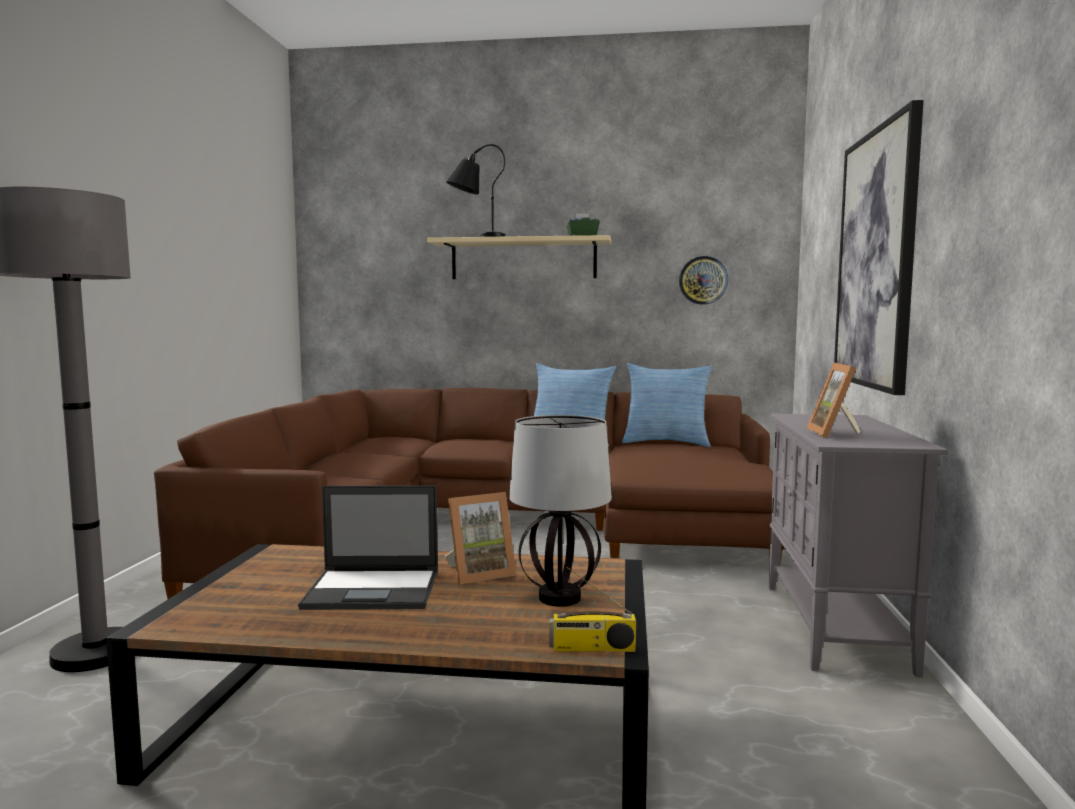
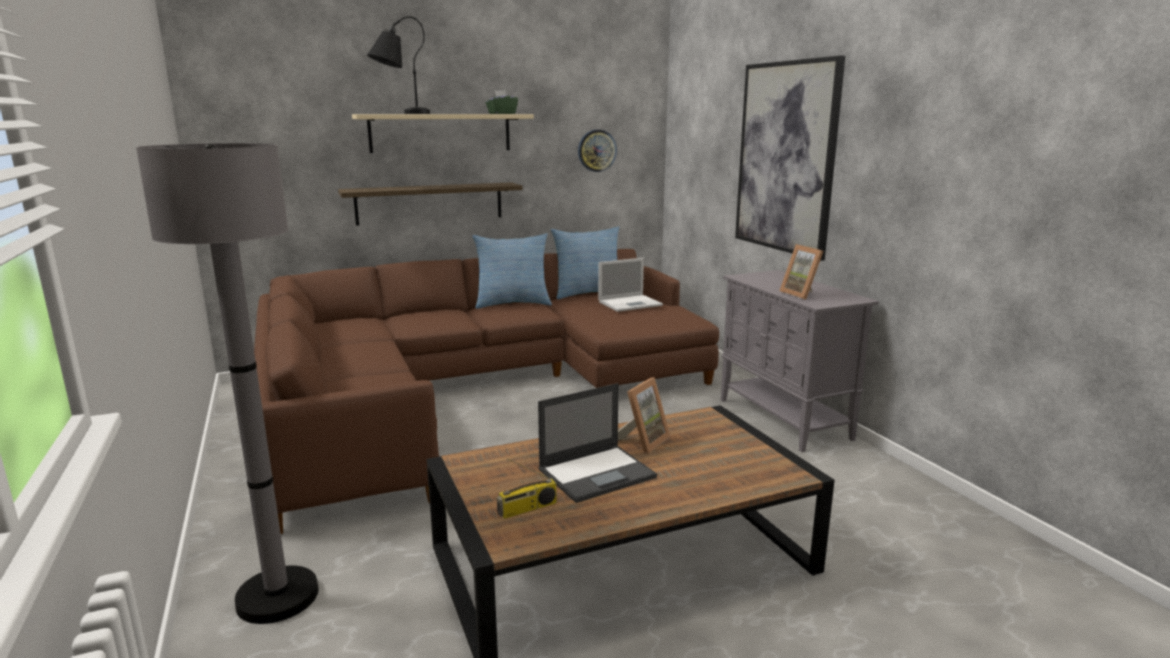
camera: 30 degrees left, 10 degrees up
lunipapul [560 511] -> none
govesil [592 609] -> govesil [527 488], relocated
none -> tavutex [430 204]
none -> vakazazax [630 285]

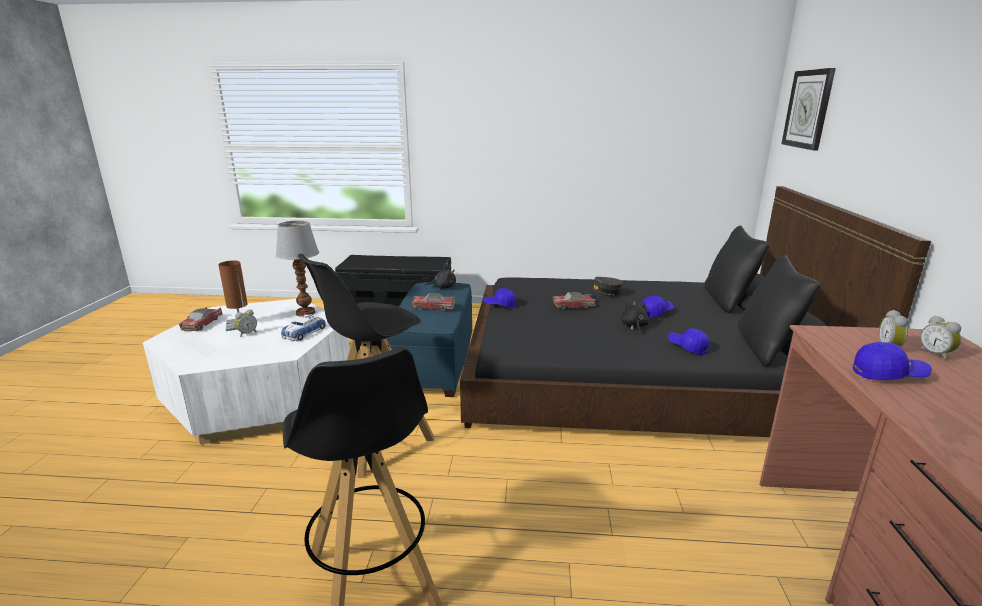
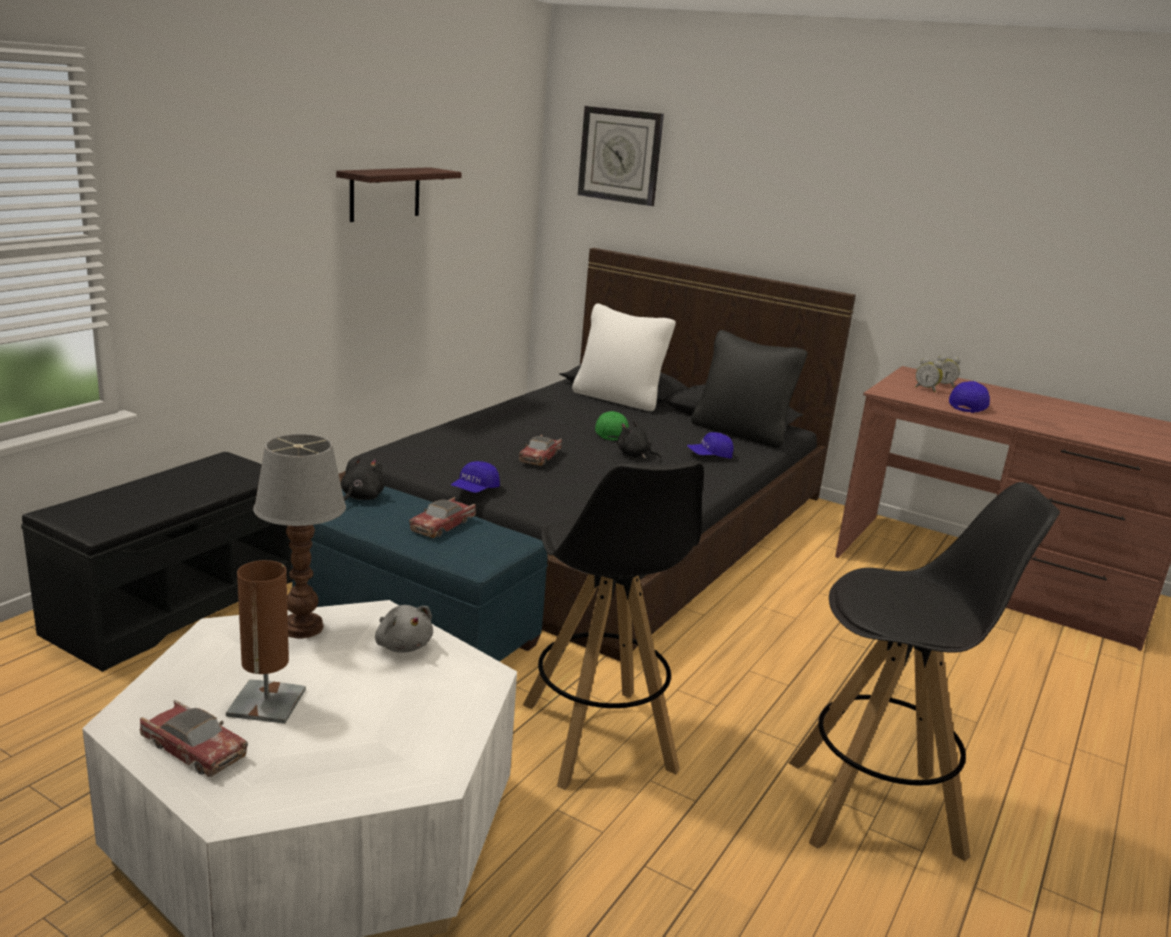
camera: 65 degrees left, 0 degrees up
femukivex [246 323] -> none
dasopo [304 327] -> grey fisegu [404 629]
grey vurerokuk [604 287] -> none
blue vurerokuk [657 306] -> green vurerokuk [612 426]
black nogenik [737 269] -> white nogenik [624 357]
none -> tavutex [399 194]

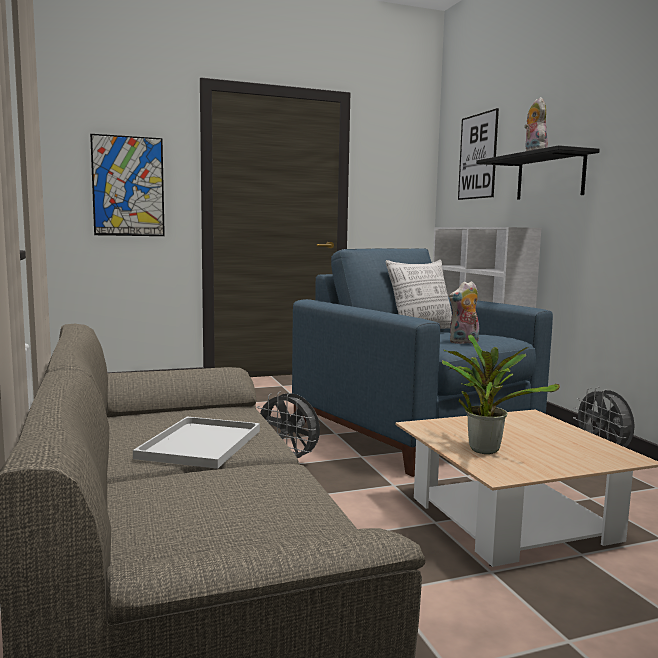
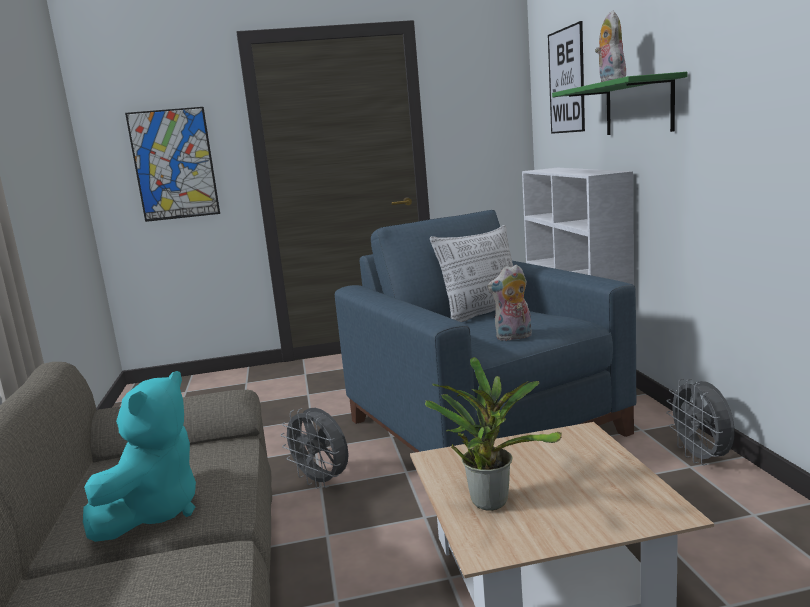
camera: 10 degrees right, 5 degrees up
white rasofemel [196 443] -> turquoise fisegu [139 456]
black tavutex [538 172] -> green tavutex [619 103]

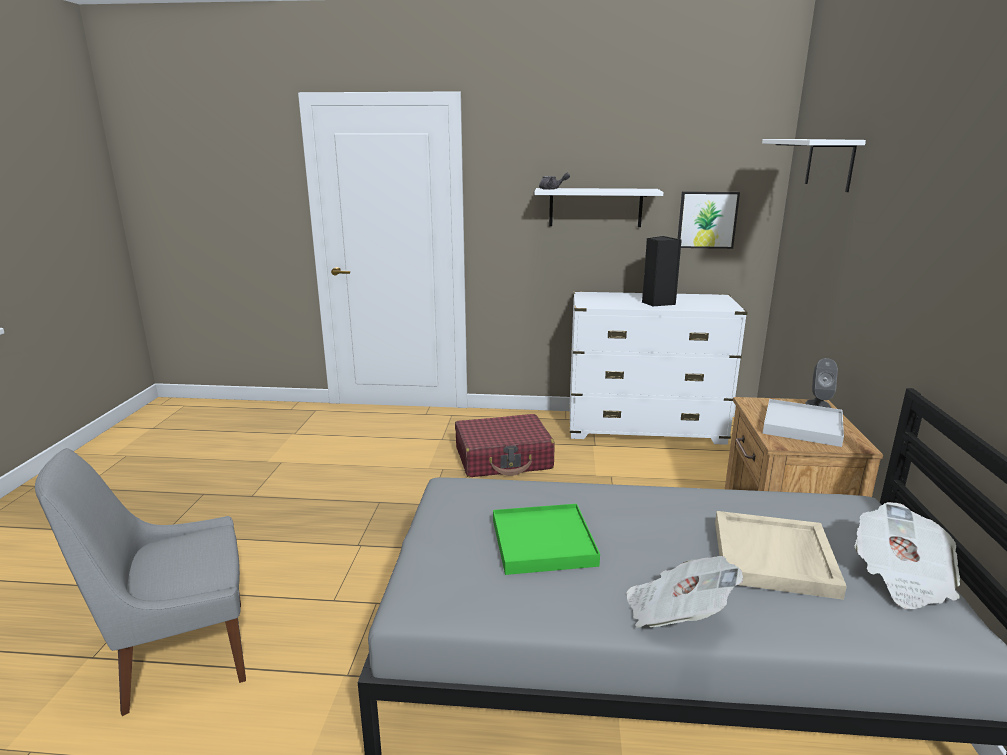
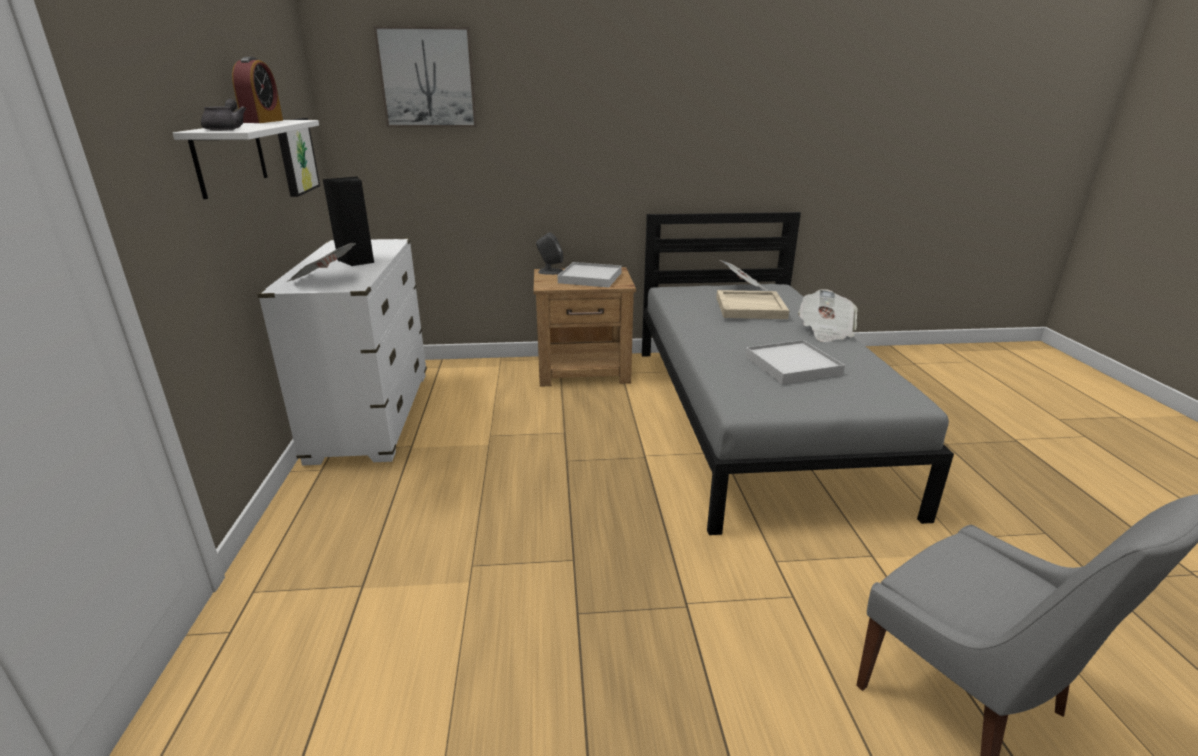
camera: 100 degrees left, 5 degrees up
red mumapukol [505 445] -> none
green rasofemel [546 539] -> white rasofemel [795 362]
white tavutex [814 165] -> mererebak [425 76]
none -> femukivex [257 90]
none -> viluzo [321 262]

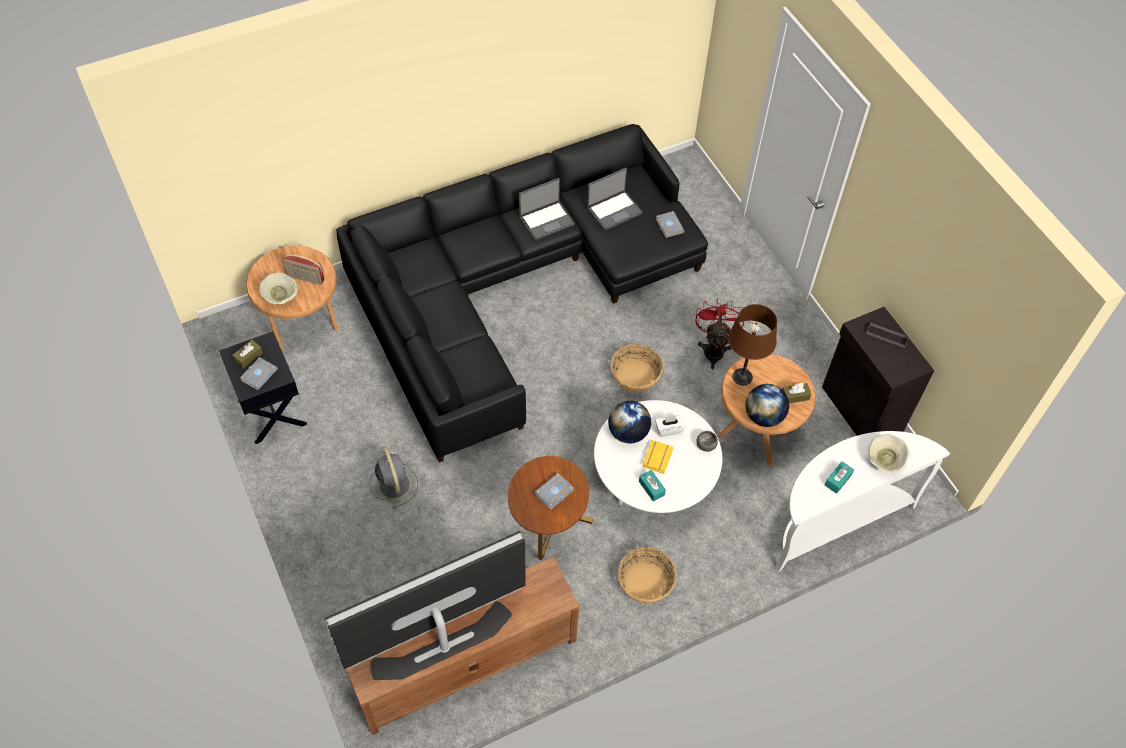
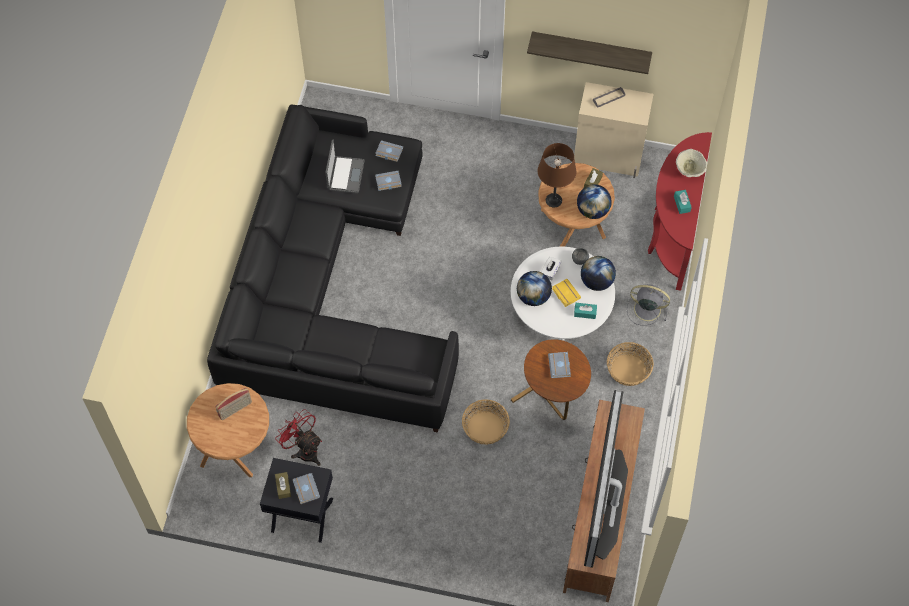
camera: 50 degrees left, 5 degrees up
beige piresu [278 288] -> none
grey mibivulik [393 477] -> grey mibivulik [648 305], relocated
vakazazax [547 209] -> none
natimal [636 368] -> natimal [486 422], relocated
red mibivulik [719 333] -> red mibivulik [298 437], relocated
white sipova [862 501] -> red sipova [680 211]
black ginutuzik [878 371] -> beige ginutuzik [613 130]
none -> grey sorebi [388 181]
none -> tavutex [589 53]
none -> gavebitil [598 273]

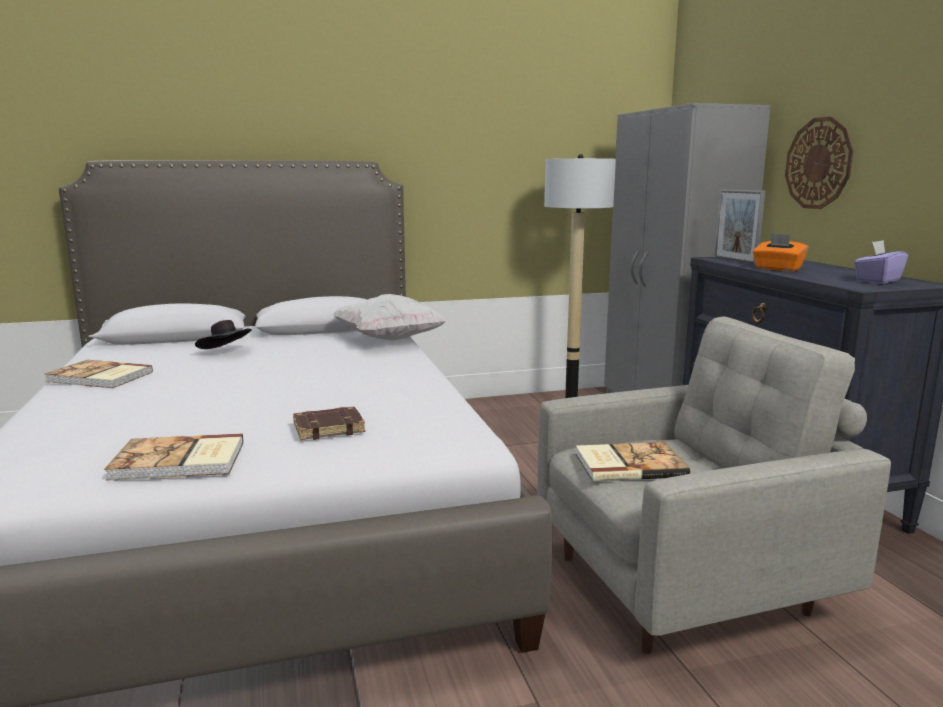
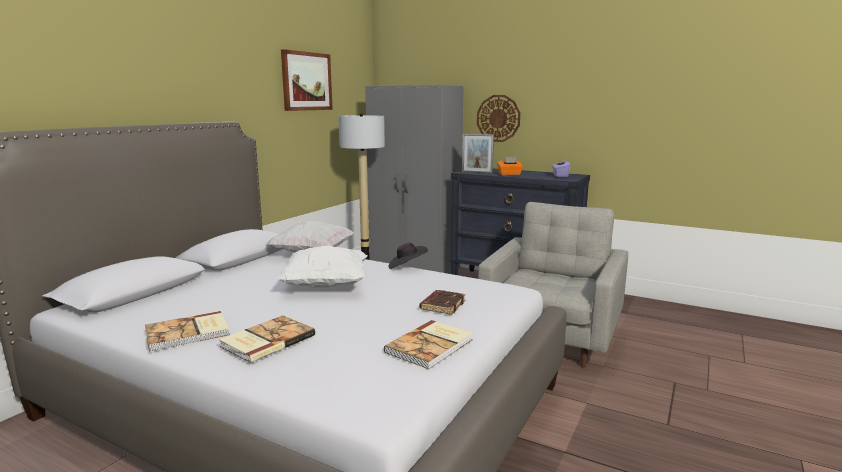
camera: 45 degrees left, 0 degrees up
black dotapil [223 334] -> black dotapil [408 256], relocated
sorebi [632 462] -> sorebi [267 339], relocated
none -> white nogenik [322 267]
none -> mererebak [307 80]

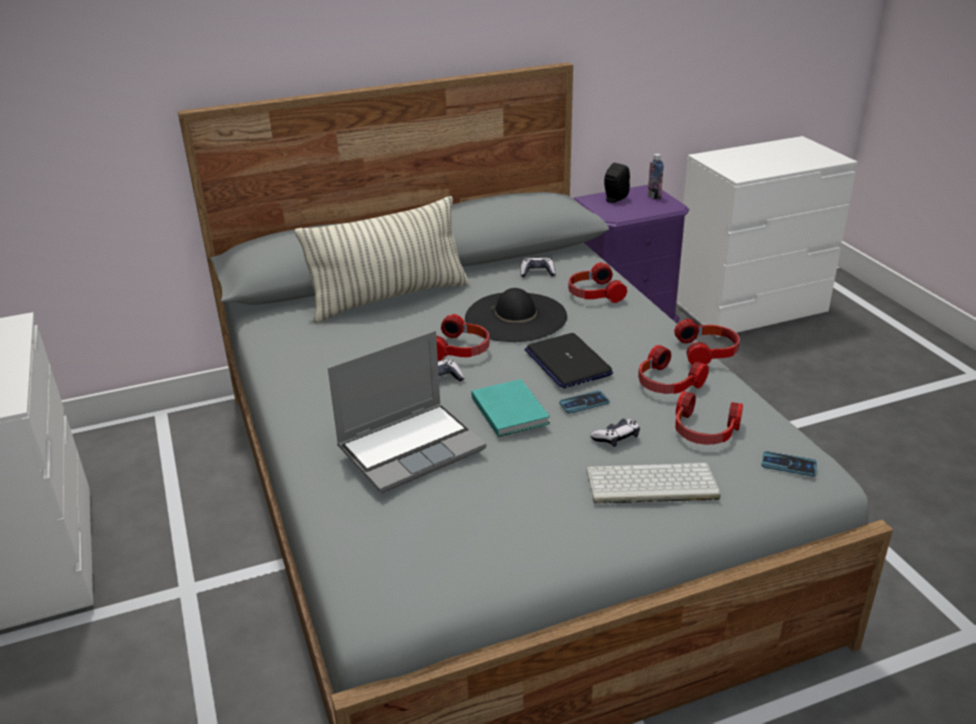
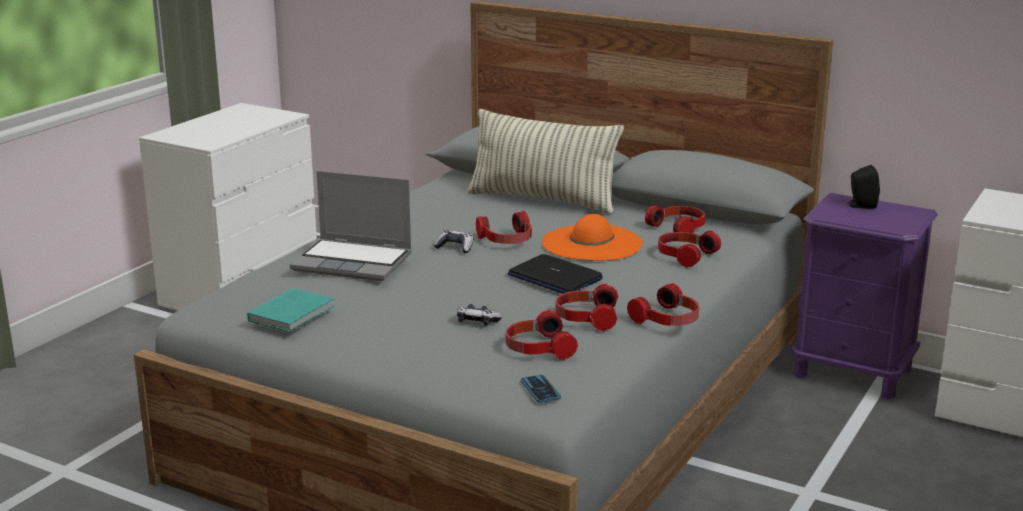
camera: 50 degrees right, 10 degrees down
black dotapil [516 315] -> orange dotapil [592 237]
turquoise sorebi [511 408] -> turquoise sorebi [291 310], relocated
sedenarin [537 267] -> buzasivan [675 219]
vakazazax [568 361] -> vakazazax [555 274], 75 degrees counterclockwise
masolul [584 401] -> none
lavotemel [653 483] -> none
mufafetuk [656 177] -> none

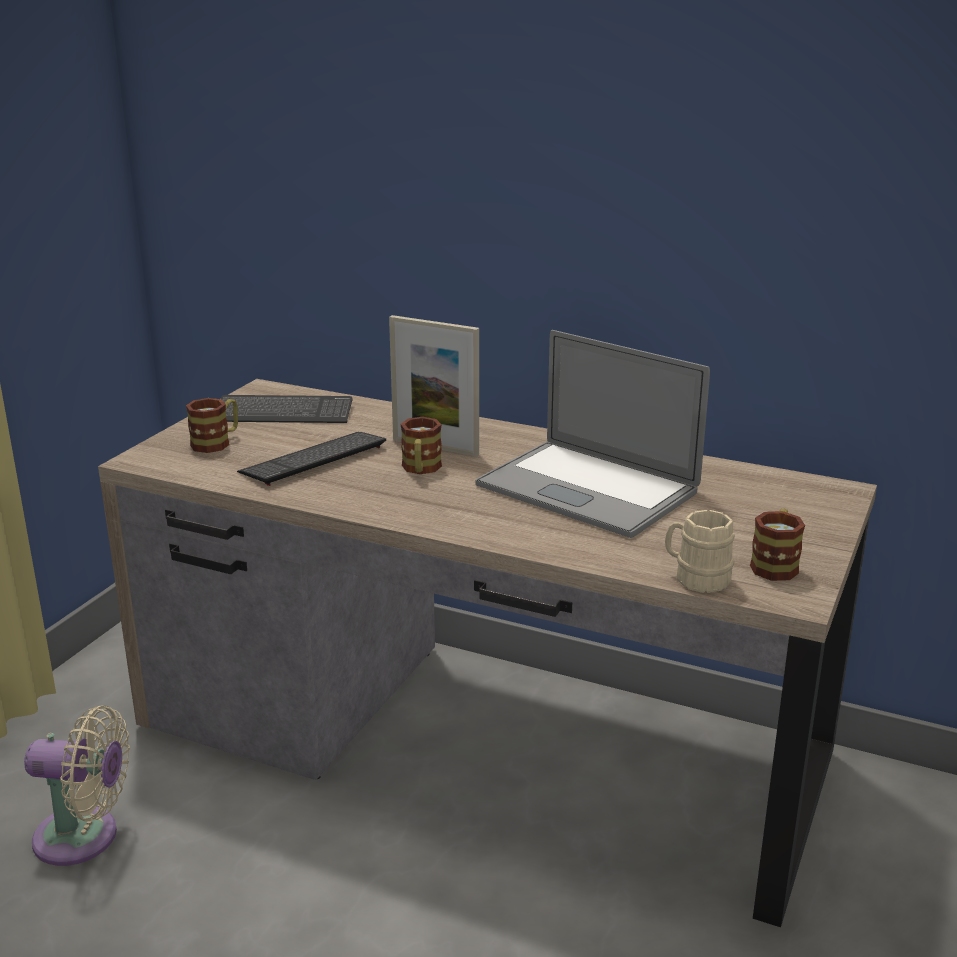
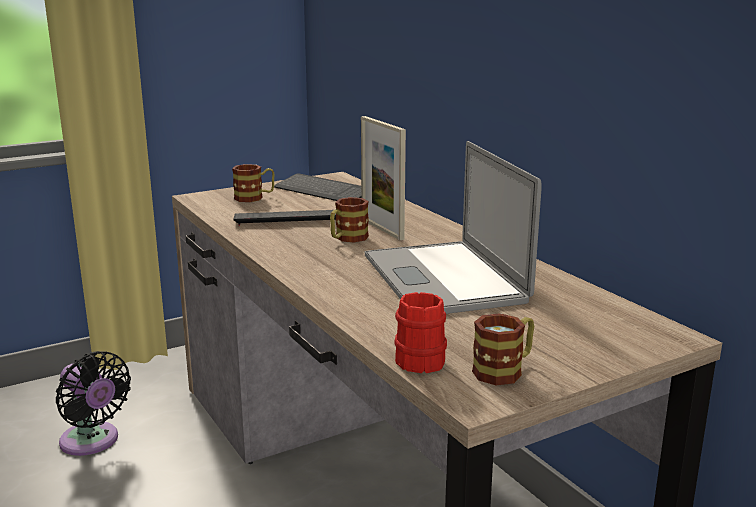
camera: 35 degrees right, 5 degrees down
beige mibivulik [77 785] -> black mibivulik [93 403]
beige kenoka [700 551] -> red kenoka [420 332]

